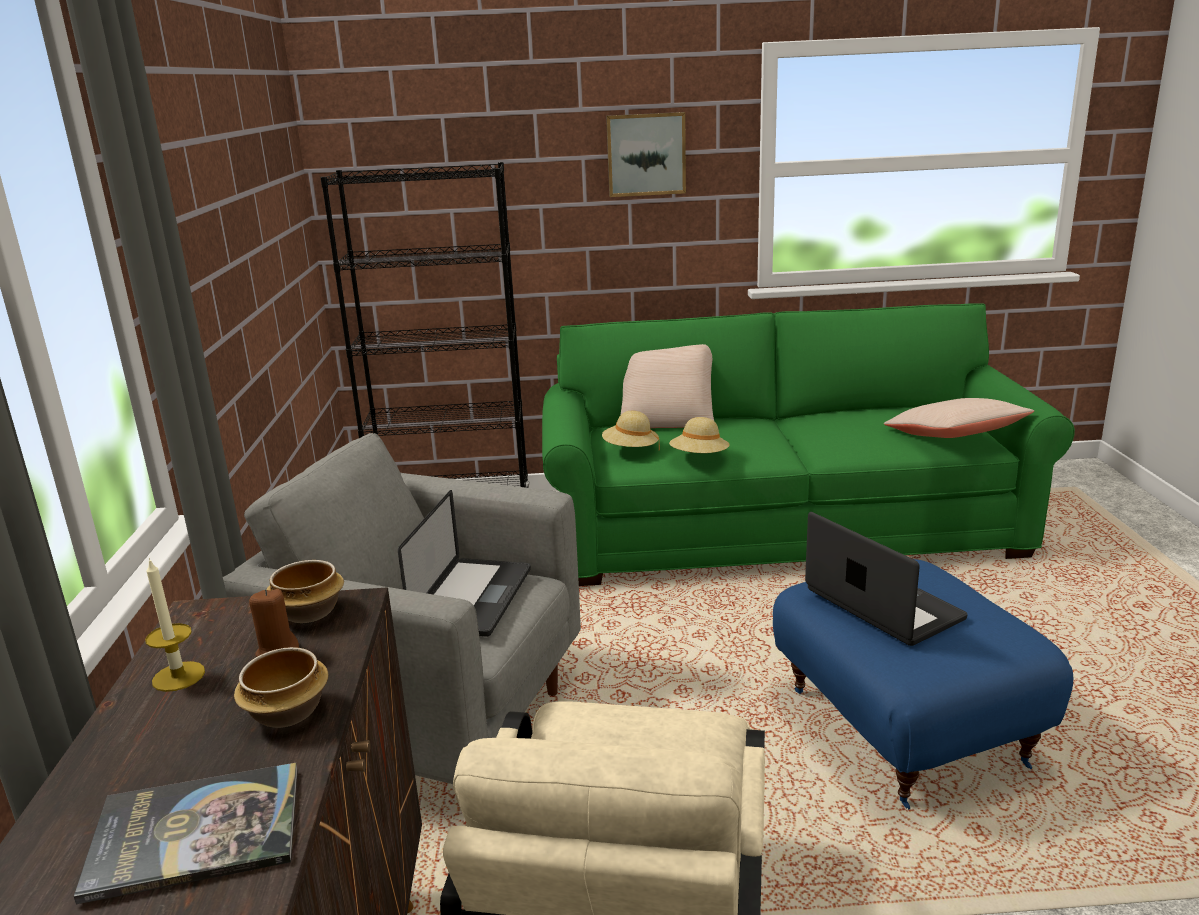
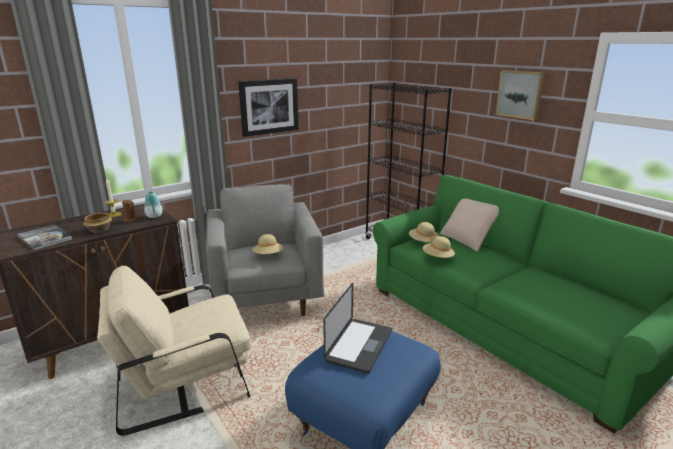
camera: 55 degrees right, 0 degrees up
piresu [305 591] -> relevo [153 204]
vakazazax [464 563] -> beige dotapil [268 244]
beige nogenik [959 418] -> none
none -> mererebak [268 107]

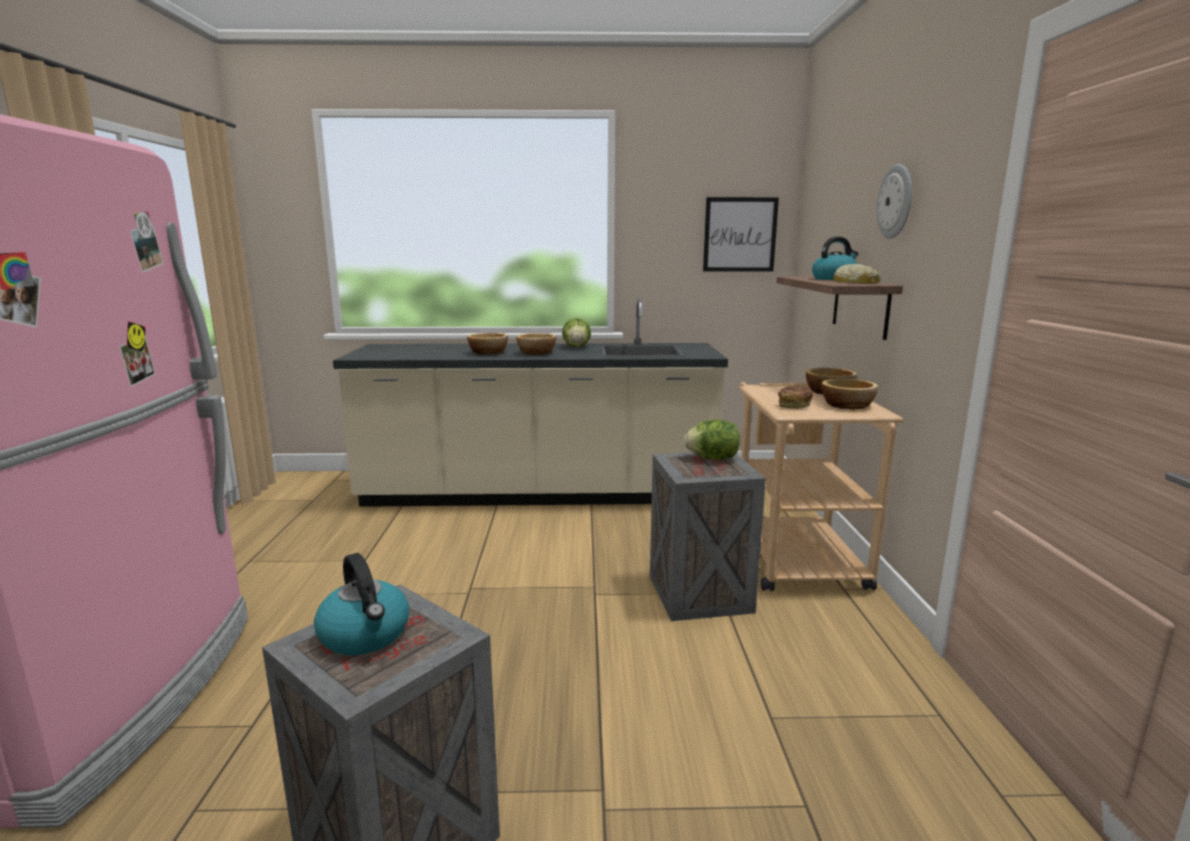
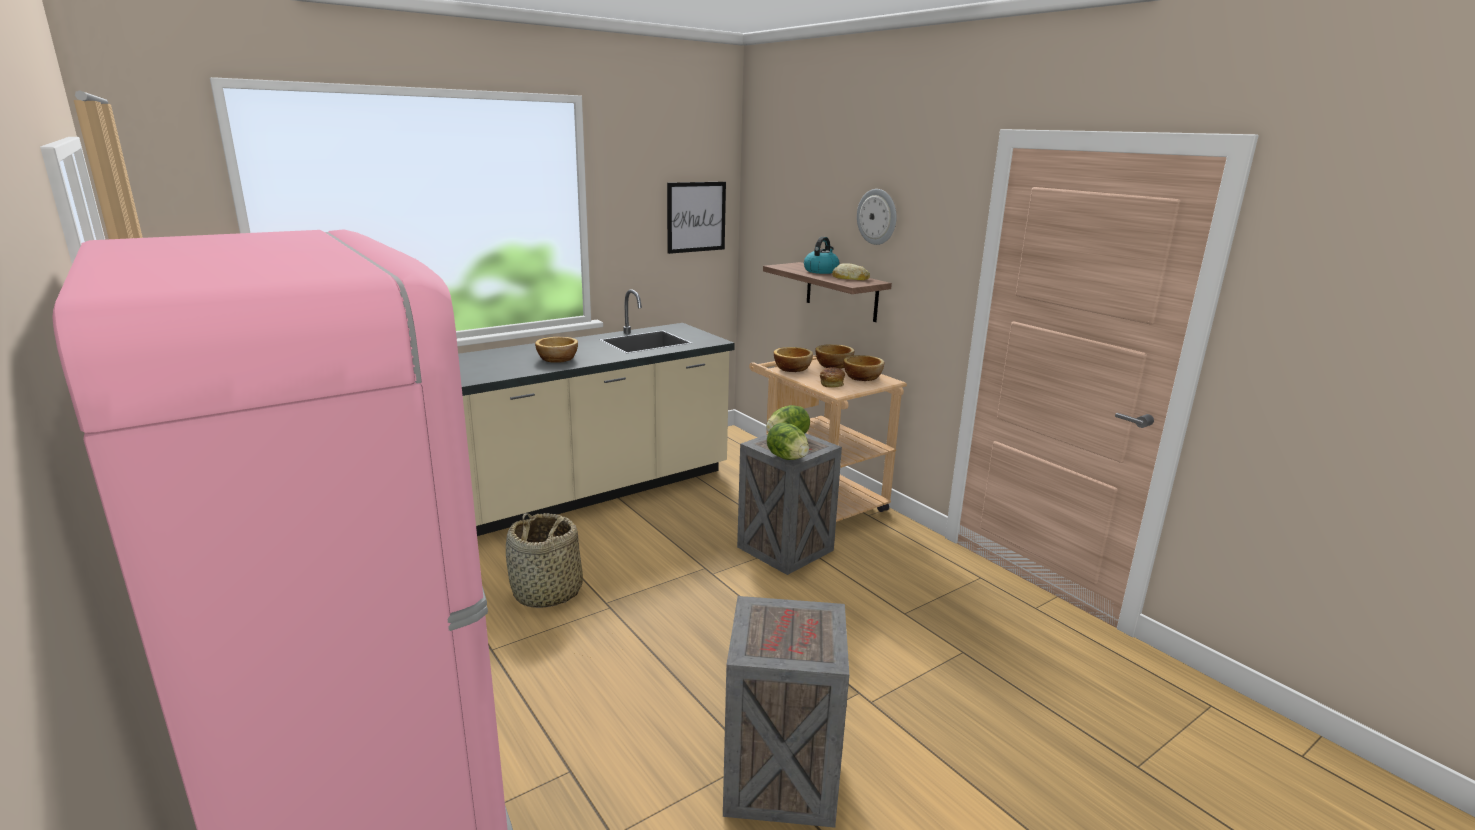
camera: 35 degrees left, 5 degrees up
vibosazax [361 604] -> none
piresu [487 344] -> piresu [793 359], relocated
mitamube [576 332] -> mitamube [788 441], relocated
none -> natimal [544 560]

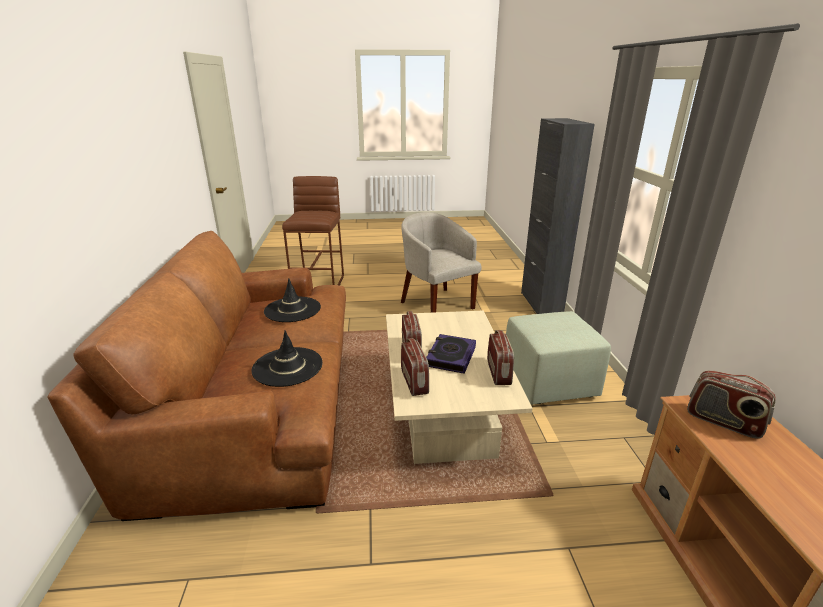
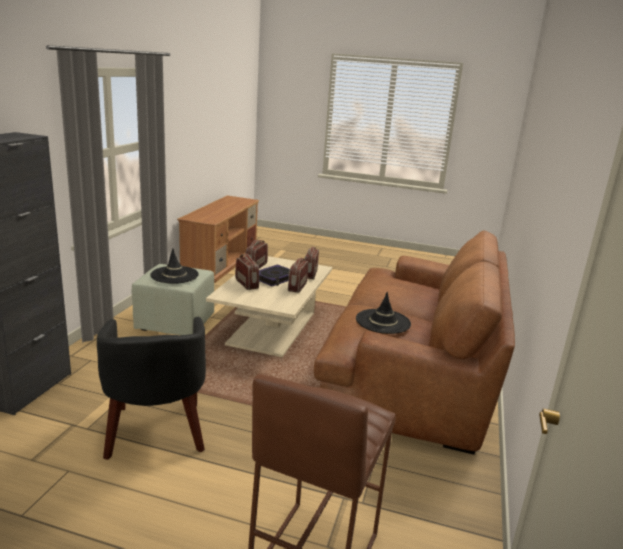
camera: 160 degrees left, 5 degrees down
black dotapil [287 358] -> black dotapil [174 266], relocated
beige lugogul [441 262] -> black lugogul [151 388]
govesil [731 404] -> govesil [247 272], relocated

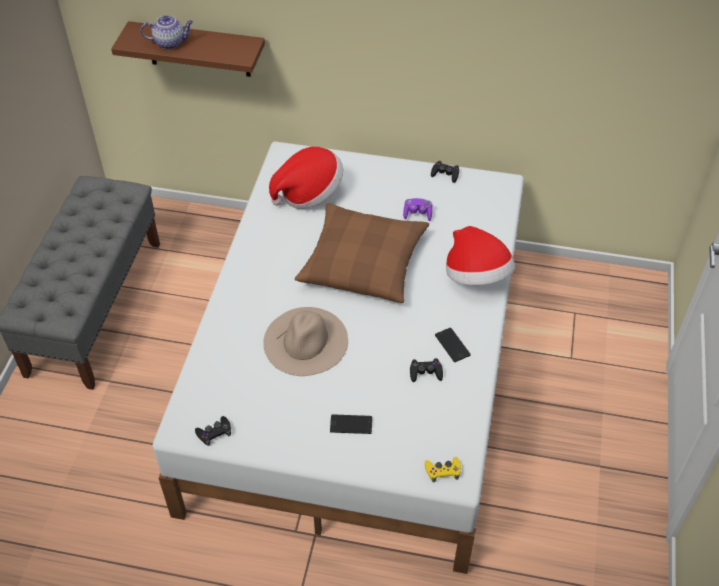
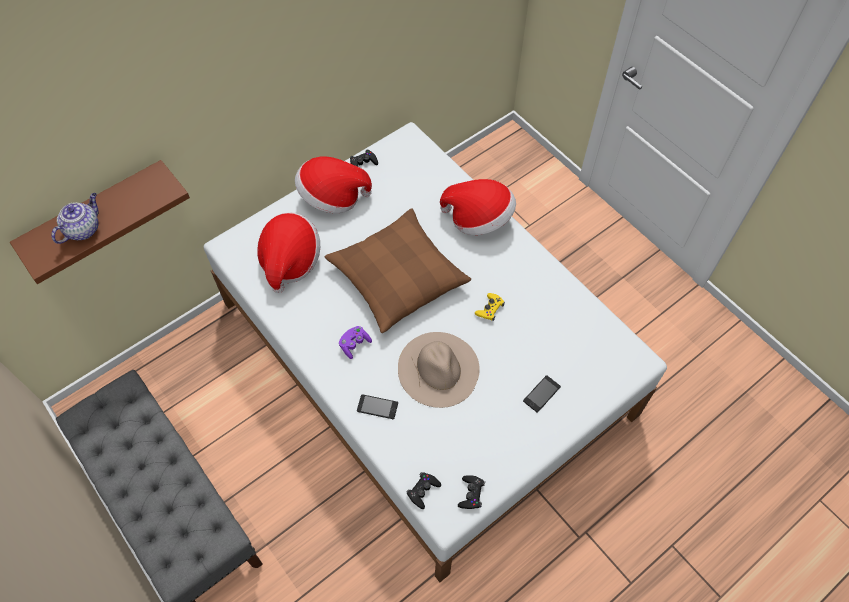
camera: 50 degrees left, 10 degrees up
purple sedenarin [417 209] -> purple sedenarin [355 342], relocated
black sedenarin [426 370] -> black sedenarin [424 490], relocated
yellow sedenarin [443 469] -> yellow sedenarin [490 307], relocated
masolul [453 345] -> masolul [377 406], relocated
none -> dotapil [333 184]

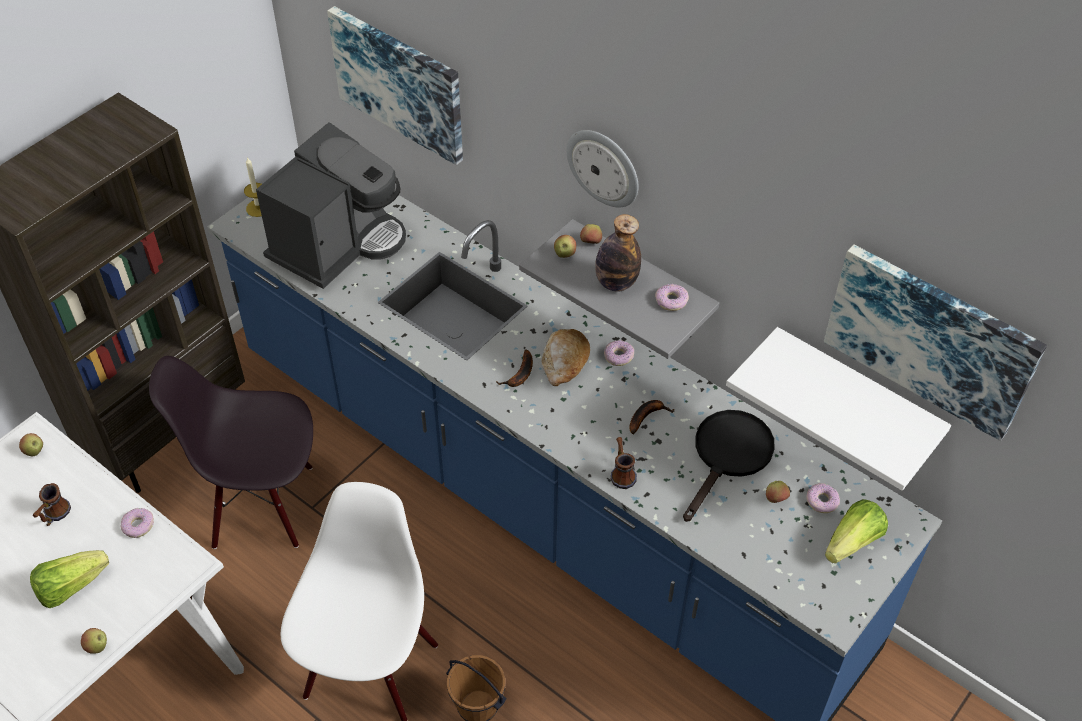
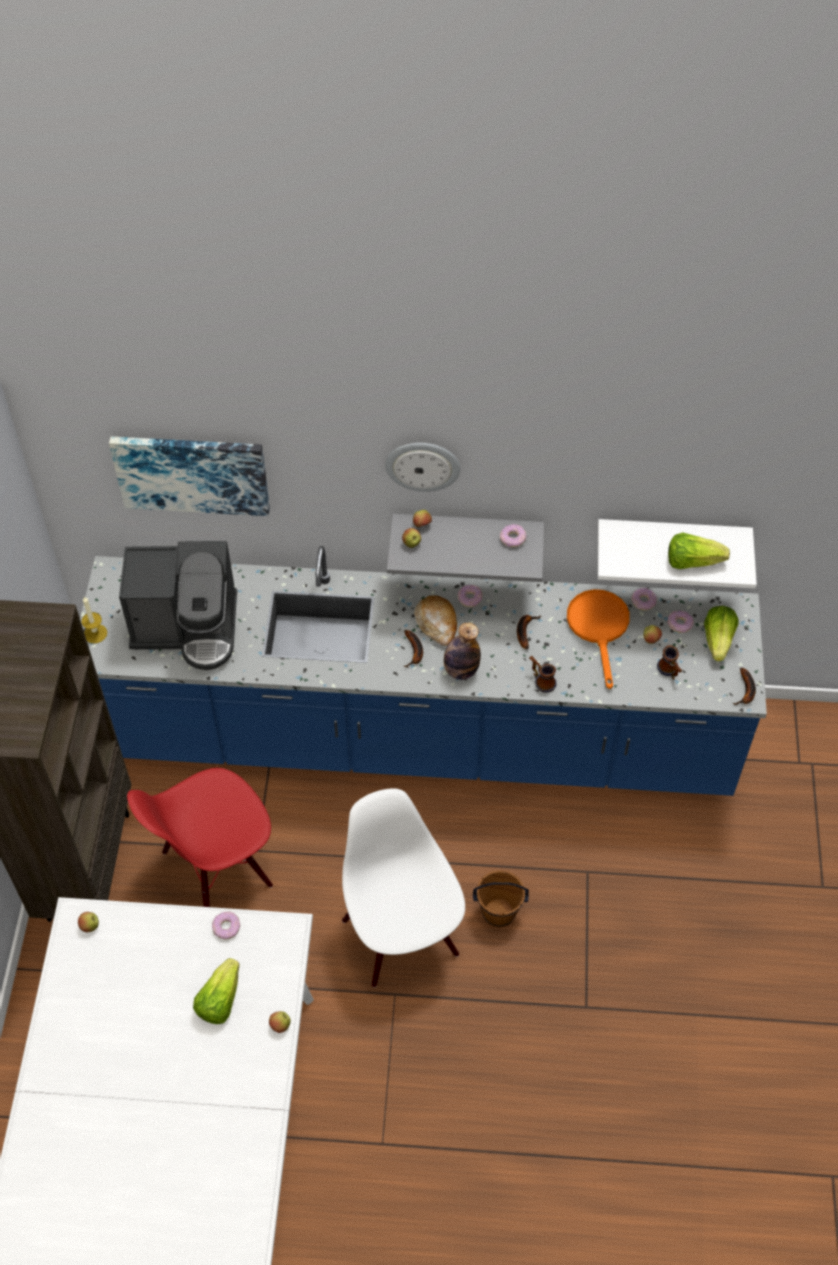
camera: 35 degrees left, 5 degrees up
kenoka [52 504] -> kenoka [669 662], relocated
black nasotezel [231 452] -> red nasotezel [200 837]
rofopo [331 205] -> rofopo [178 605], 90 degrees clockwise
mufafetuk [618 253] -> mufafetuk [462 651], relocated
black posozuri [729 466] -> orange posozuri [598 639]
mererebak [935 342] -> none
none -> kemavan [644 599]
none -> mitamube [699 550]
none -> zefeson [744 686]

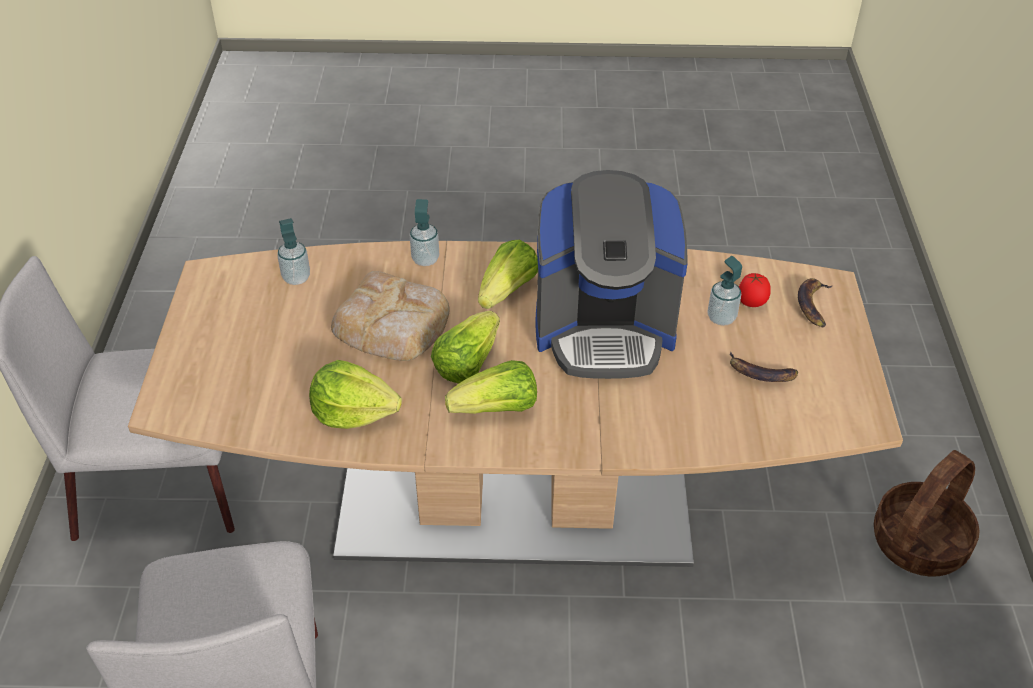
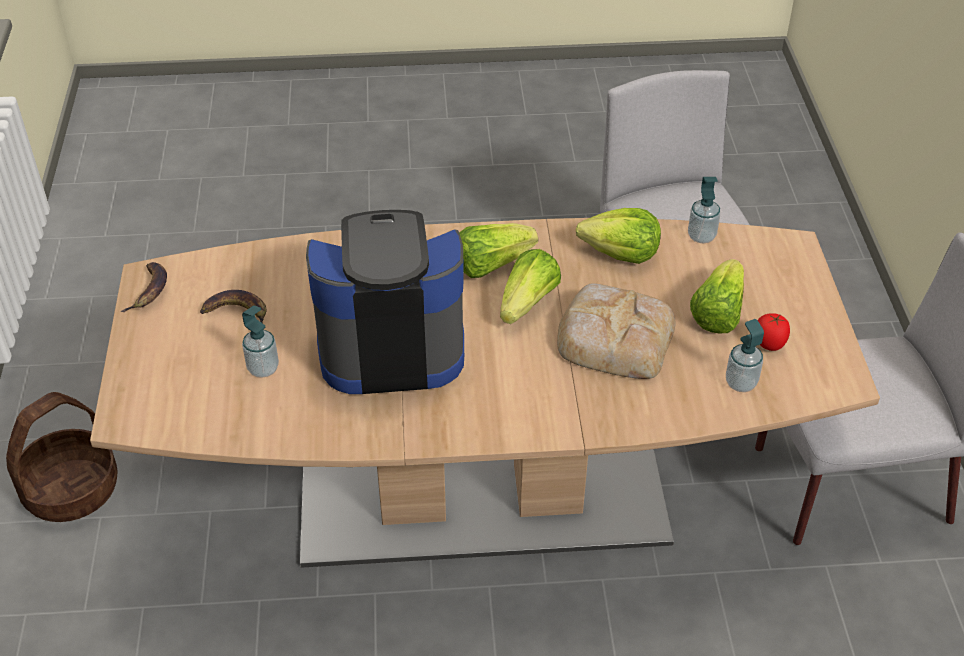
camera: 175 degrees right, 0 degrees up
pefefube [424 232] -> pefefube [704 210], relocated
mitamube [508 274] -> mitamube [717 296], relocated
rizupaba [755 290] -> rizupaba [774 332], relocated
zefeson [815 303] -> zefeson [144 287], relocated

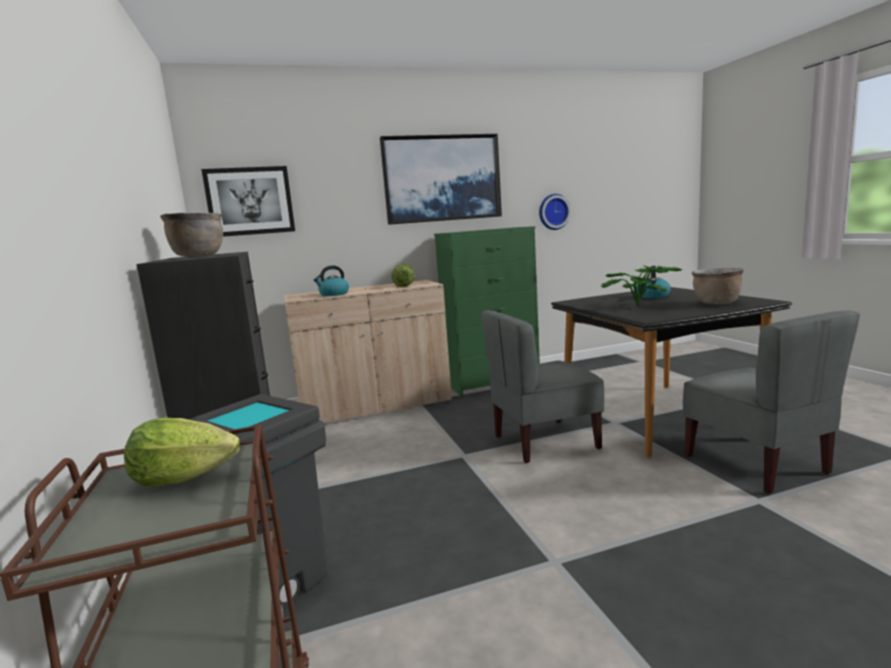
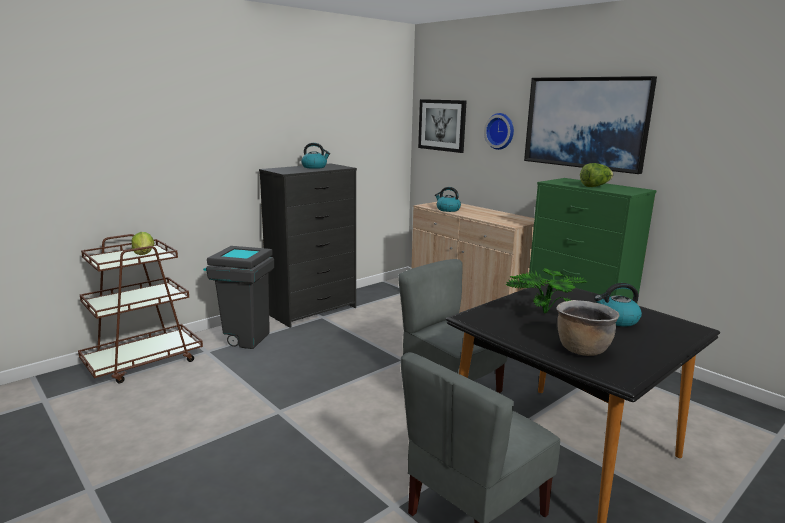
camera: 65 degrees right, 5 degrees up
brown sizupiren [191 234] -> vibosazax [315 156]
mitamube [403 275] -> mitamube [596 175], relocated
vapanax [555 212] -> vapanax [499 131], relocated

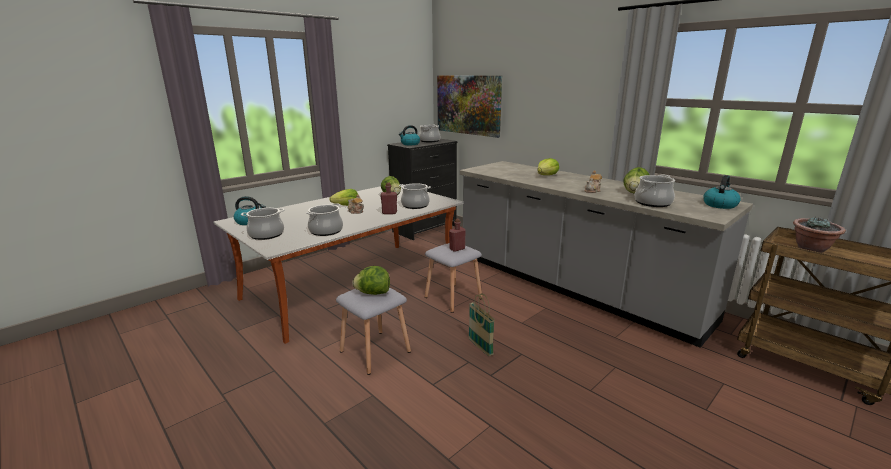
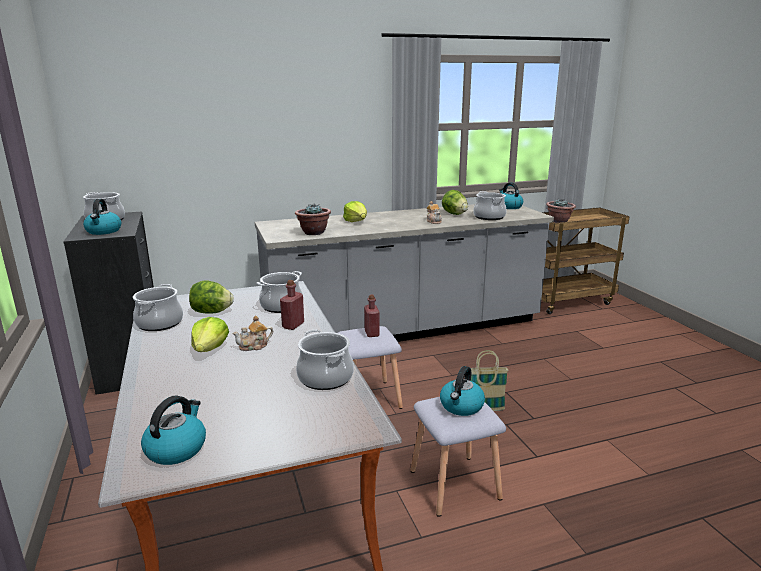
camera: 65 degrees left, 0 degrees up
sizupiren [263 224] -> sizupiren [158 307], relocated
mitamube [371 280] -> vibosazax [462 391]
mererebak [469 107] -> none
none -> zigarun [313 219]

